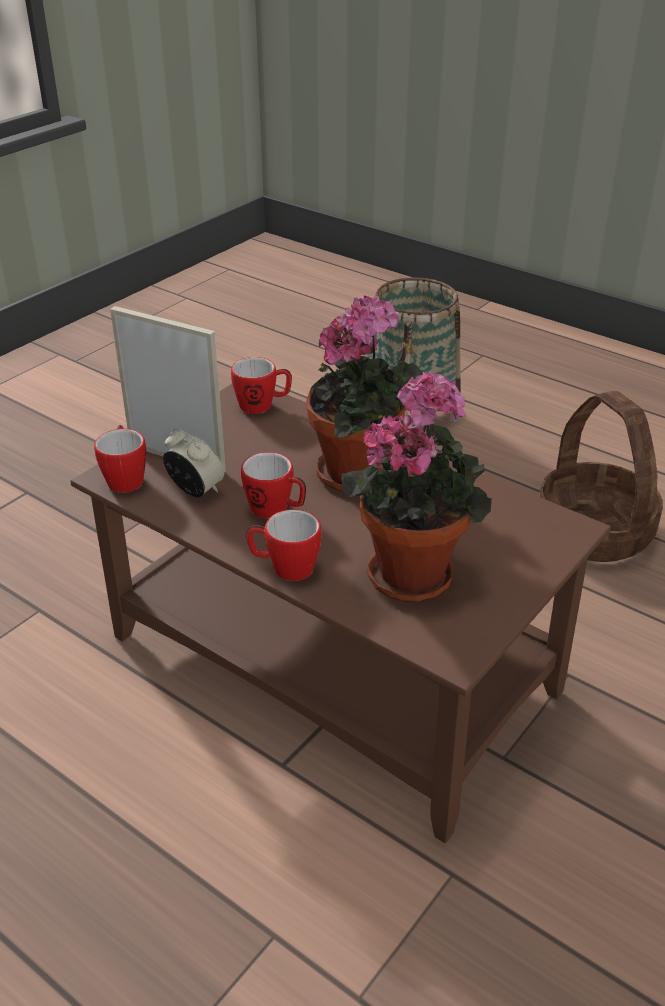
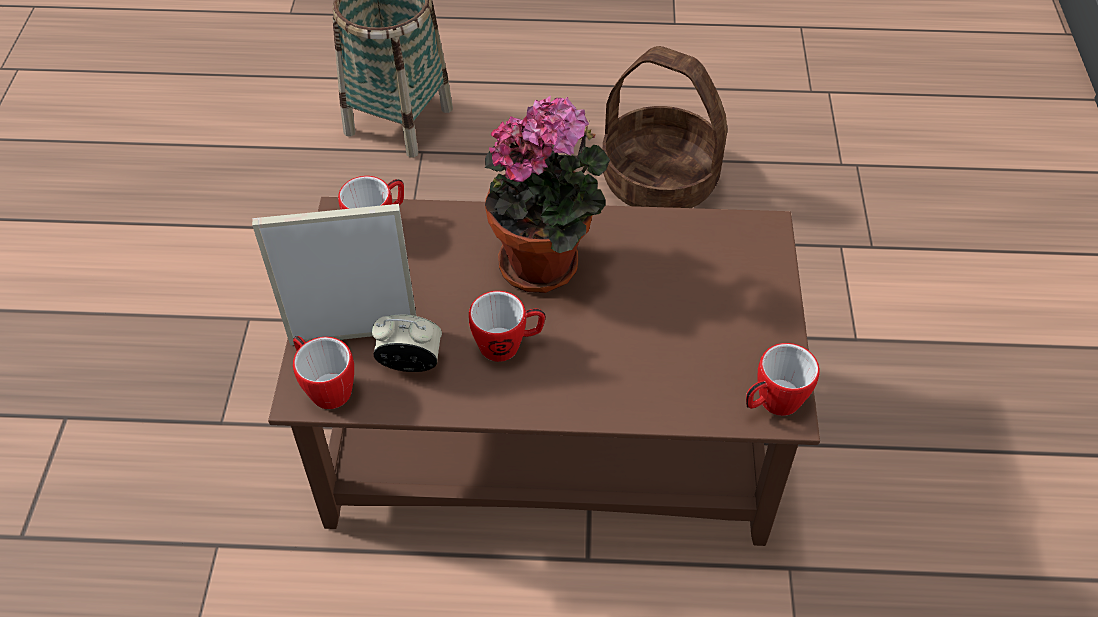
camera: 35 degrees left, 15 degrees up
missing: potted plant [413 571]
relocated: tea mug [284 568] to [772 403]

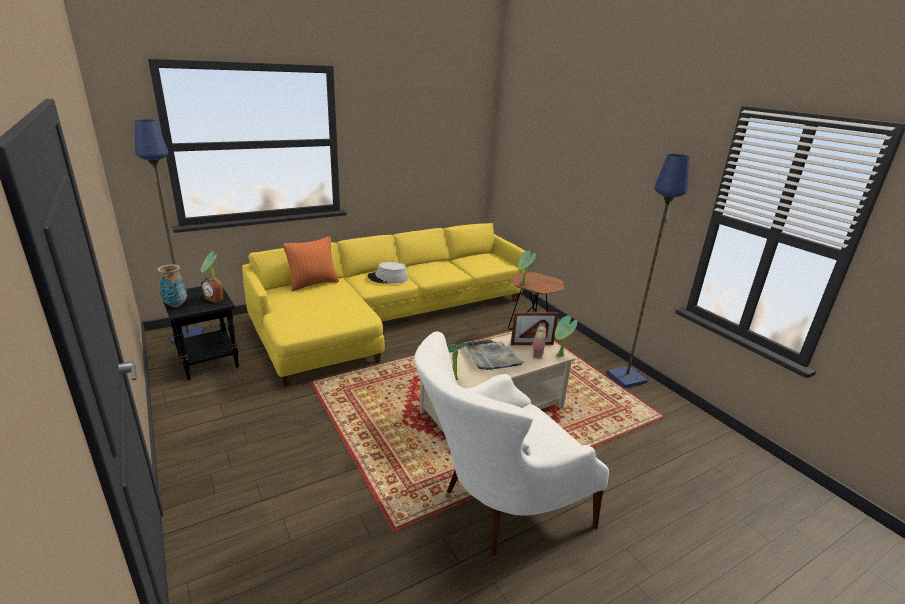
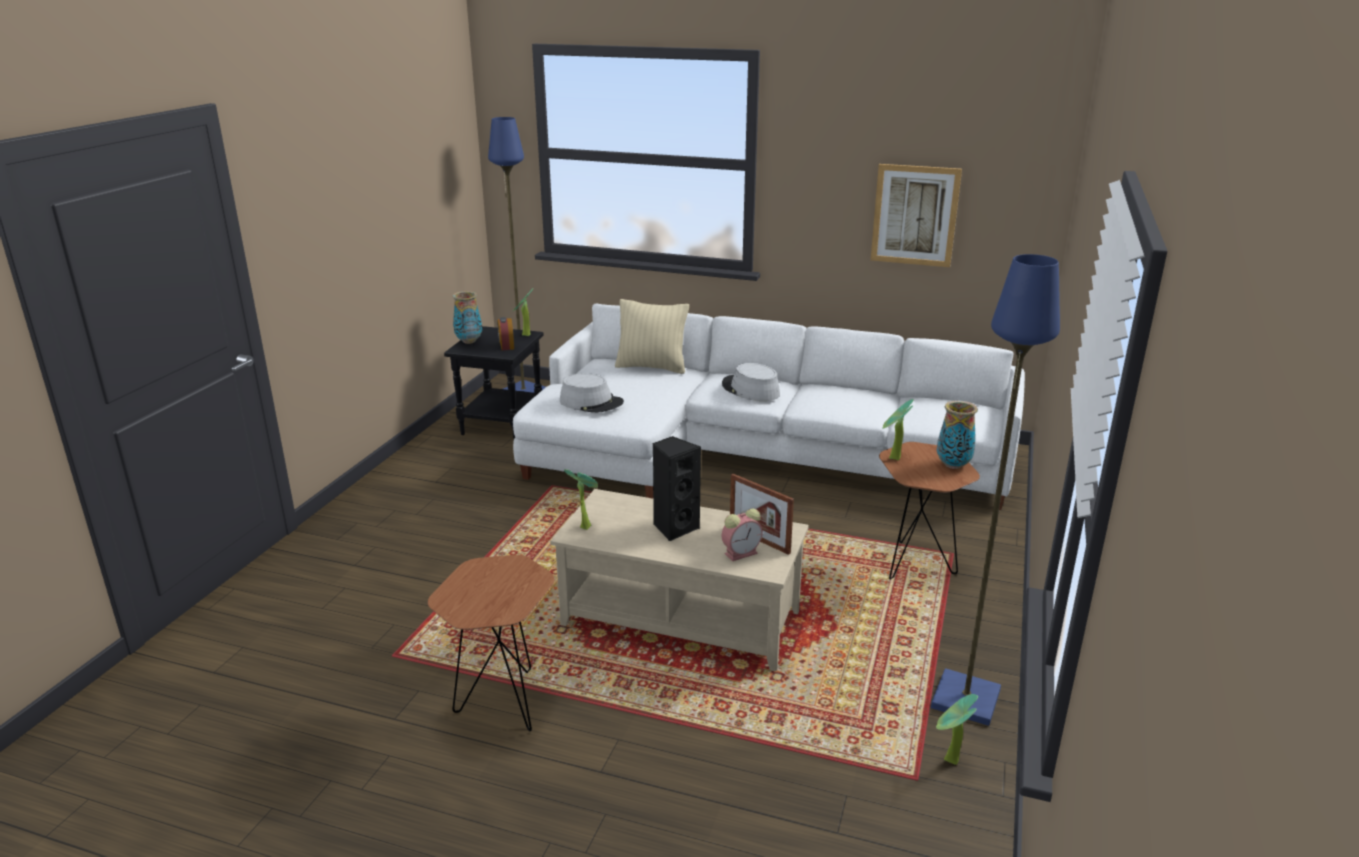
camera: 50 degrees right, 0 degrees up
appeared: greyish wearable hat [591 402]; wall picture [915 215]; vase [953 465]
relocated: potted plant [560 356] to [949 762]
exchanged: white-coloured lounge chair [497 508] to brownish accent table [503 706]; greyish tray [491 357] to black-coloured loudspeaker [674 528]
colour: yellow sofa [384 319] to white-coloured sofa [747 454]; orange cushion [313 284] to sand-coloured cushion [652 367]

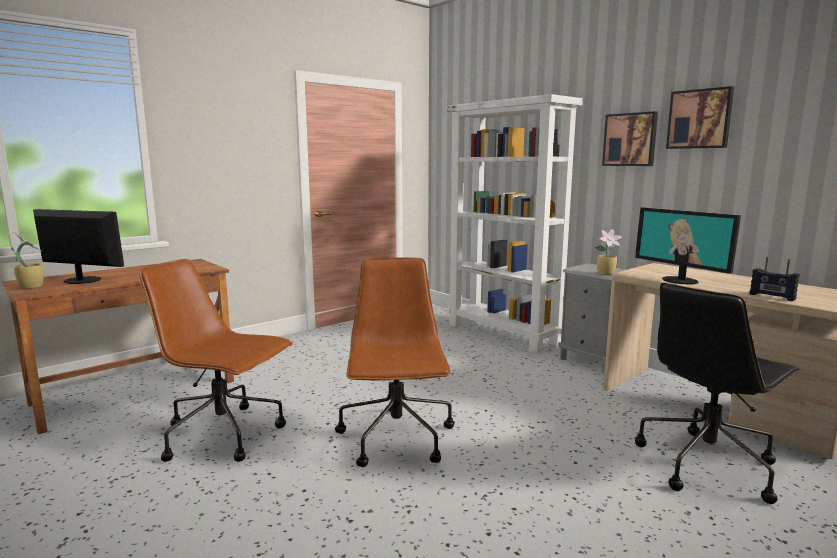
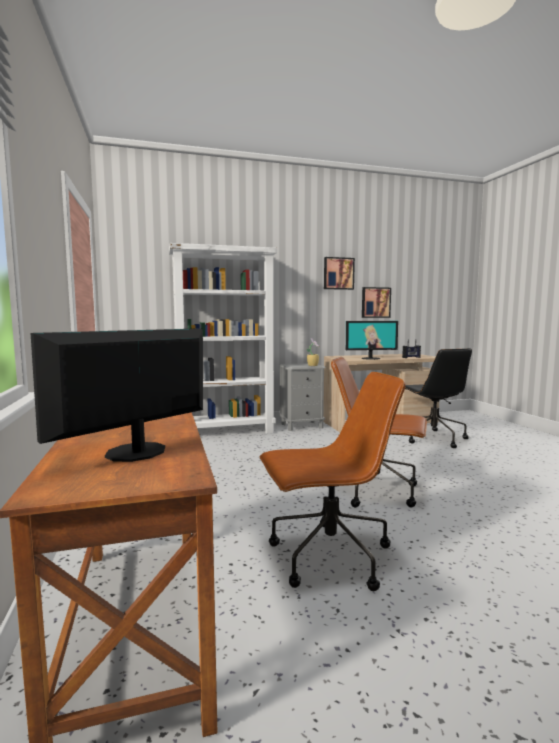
camera: 65 degrees left, 5 degrees down
missing: potted plant [31 286]
relocated: wall picture [630 139] to [375 302]
spun: brownish computer chair [224 435] = [328 557] 150 degrees counterclockwise

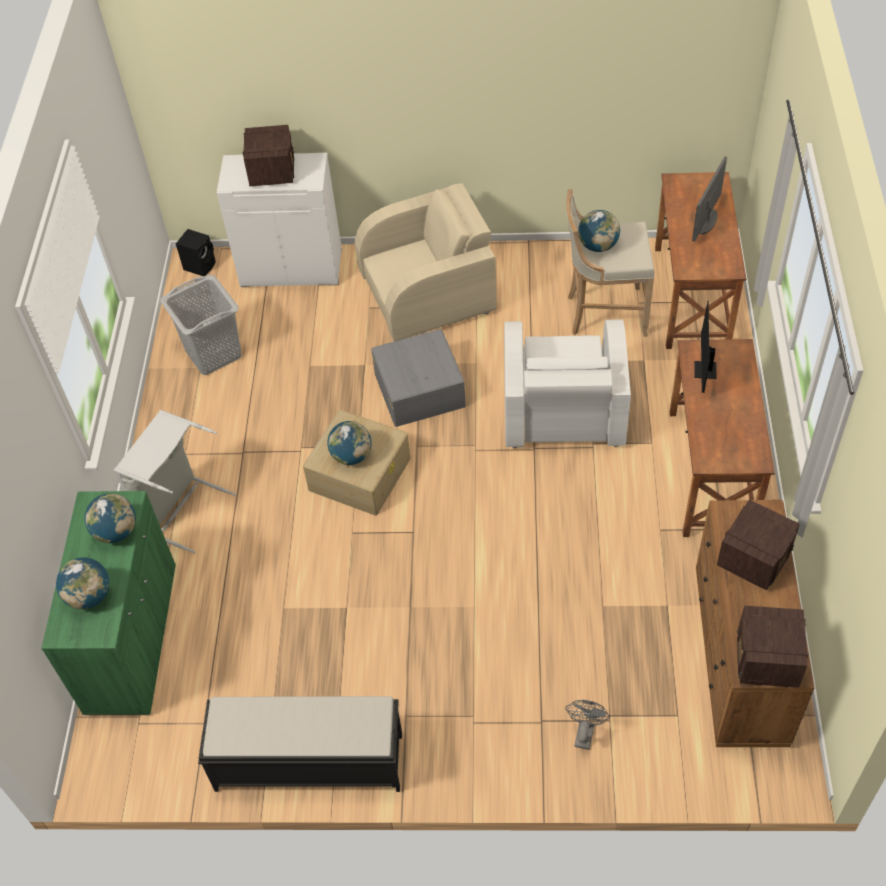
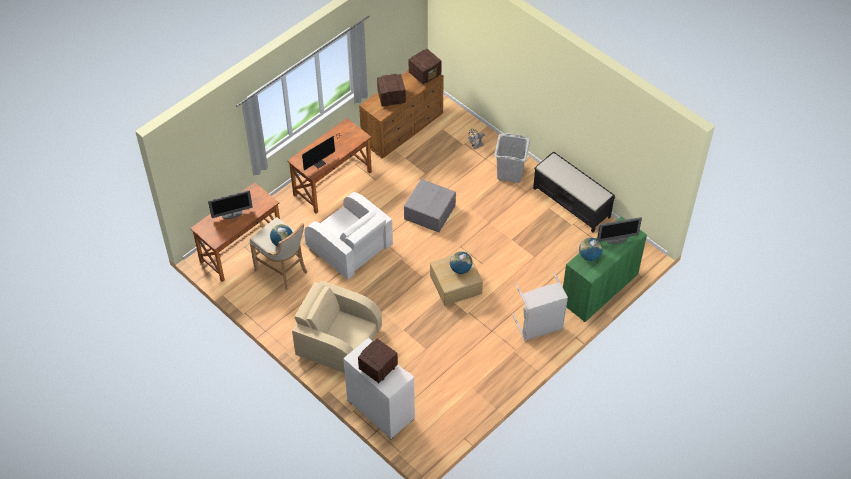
camera: 140 degrees left, 0 degrees up
missing: black-coloured loudspeaker [200 265]
relocated: greyish storage container [419 389] to [429 212]; greyish laundry basket [214 353] to [510 173]
exchanged: world globe [89 596] to computer screen [617 239]
spun: white-coloured lounge chair [563 406] = [350 247] 90 degrees clockwise

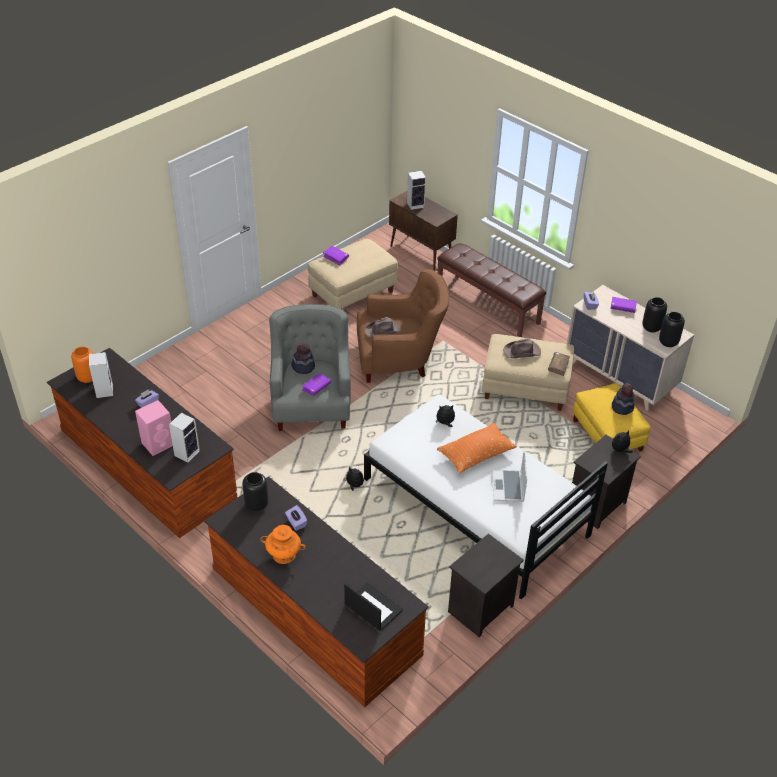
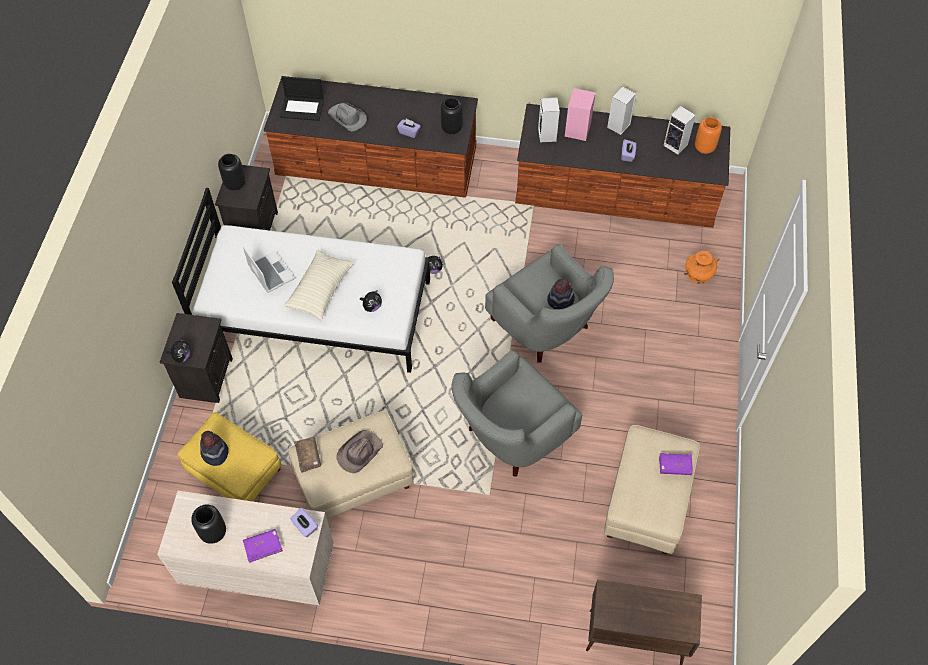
camera: 145 degrees right, 15 degrees up
missing: purple-coloured book [316 387]; brownish wearable hat [383 330]; brownish long seat [488 305]
appeared: greyish wearable hat [347 118]
relocated: black-coloured vase [668 342] to [234 184]; loudspeaker [416 204] to [618 126]; orange vase [283 554] to [698 275]
colour: orange cushion [476 455] to sand-coloured cushion [320 290]; brownish lounge chair [400 360] to greyish lounge chair [511 436]

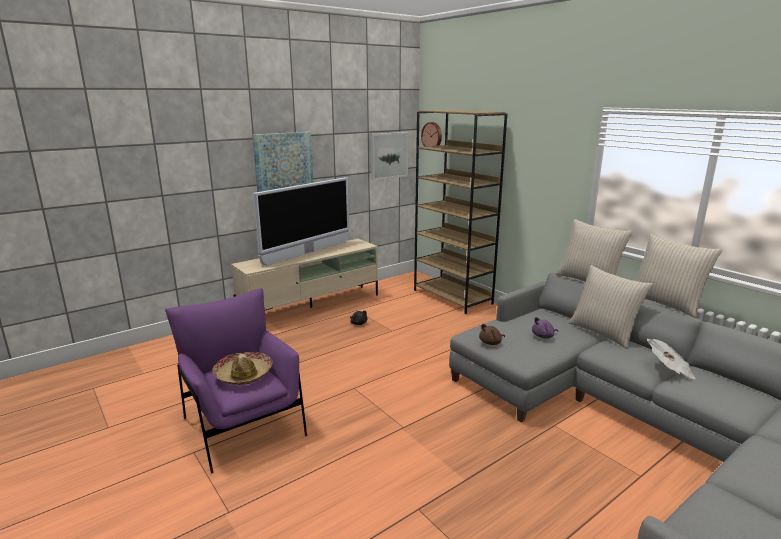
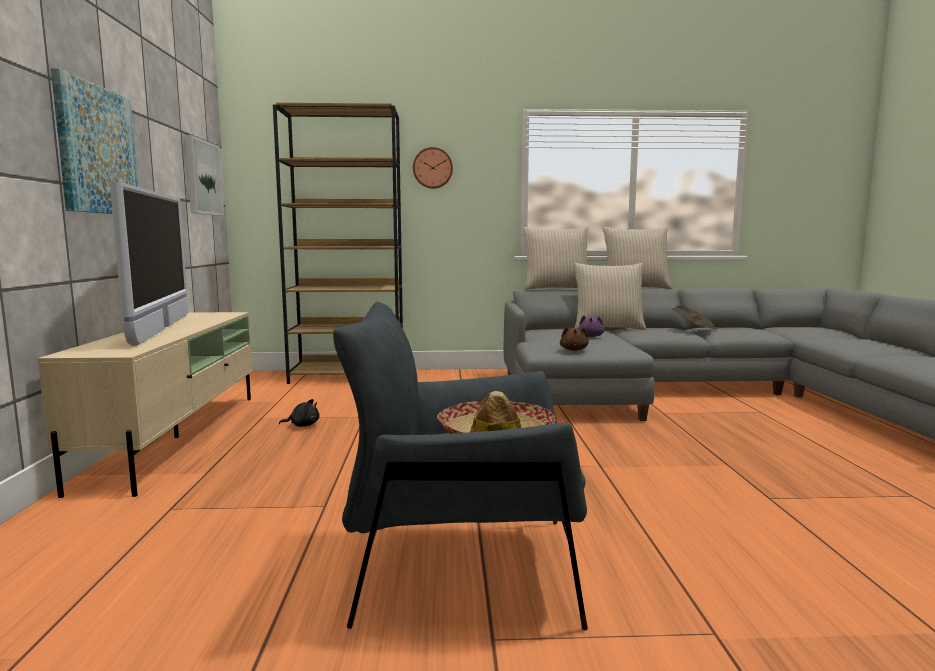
camera: 55 degrees left, 10 degrees down
relocated: wall clock [432 136] to [432 168]
colour: purple-coloured lounge chair [243 426] to greyish lounge chair [464 567]

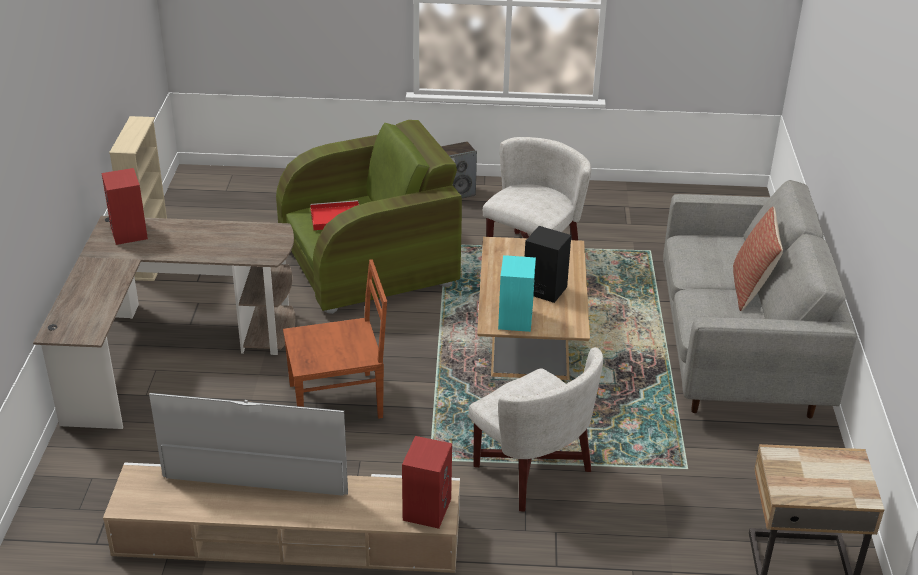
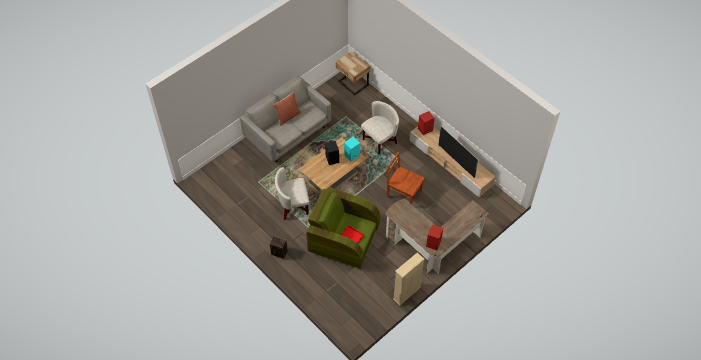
camera: 135 degrees left, 20 degrees up
spun: white-coloured lounge chair [532 470] = [380 140] 45 degrees clockwise

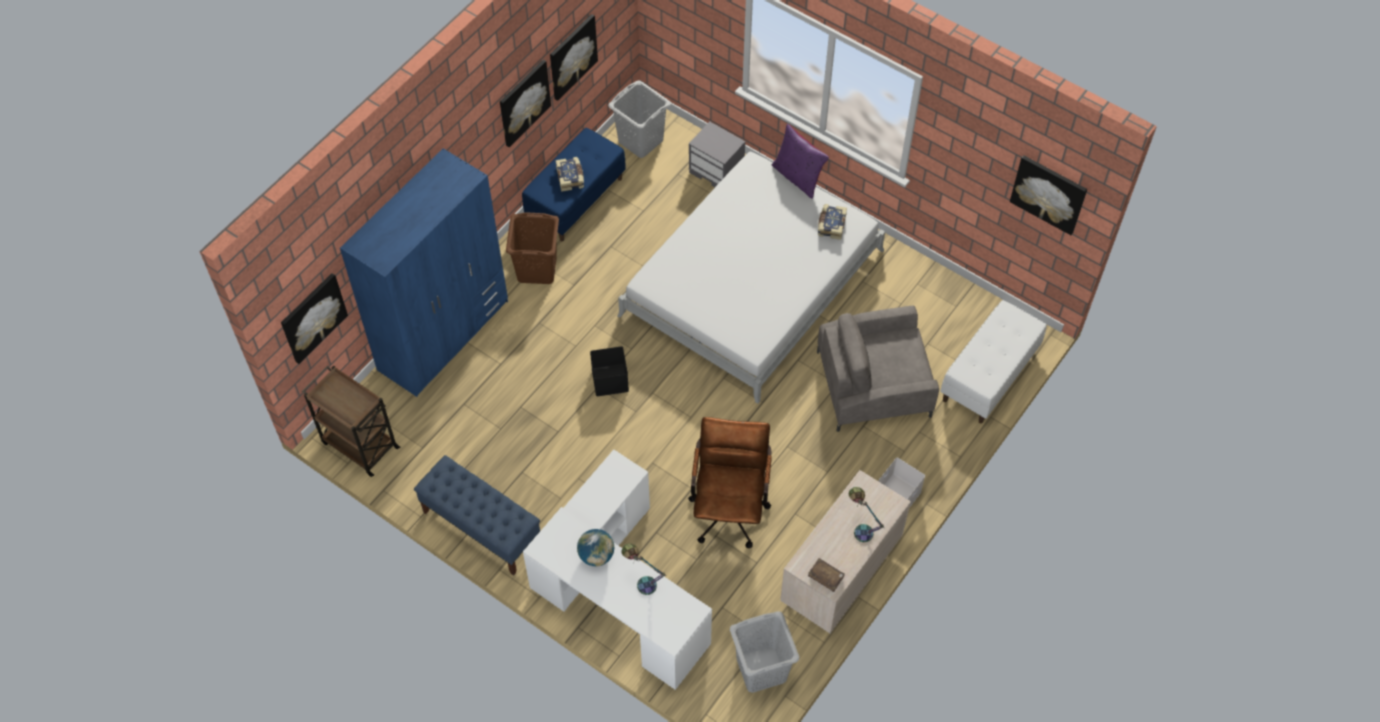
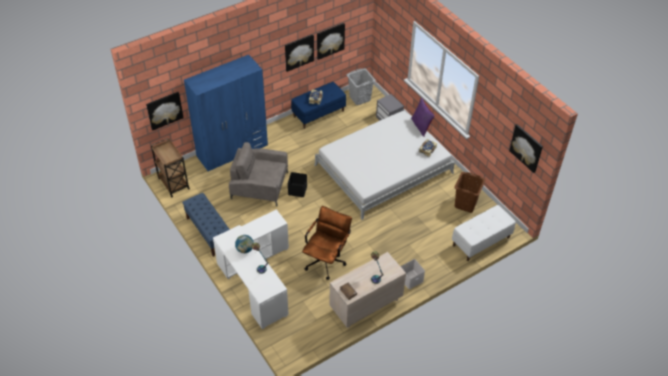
camera: 20 degrees right, 10 degrees down
missing: greyish laundry basket [761 669]
relocated: greyish lounge chair [874 384] to [260 185]; brownish laundry basket [536 269] to [465 204]

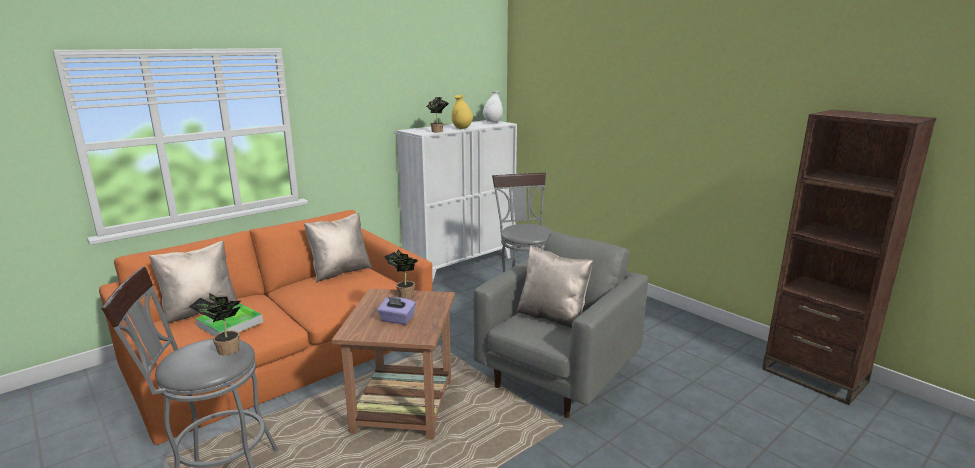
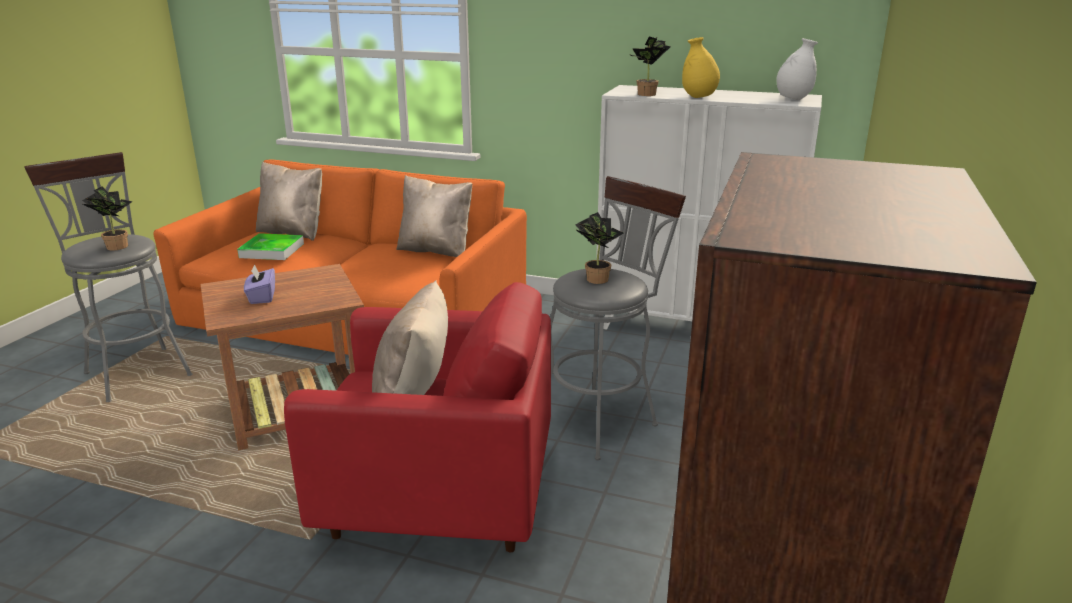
camera: 60 degrees right, 5 degrees up
relocated: potted plant [403 294] to [596 278]
colour: greyish lounge chair [558 376] to reddish lounge chair [437 502]

